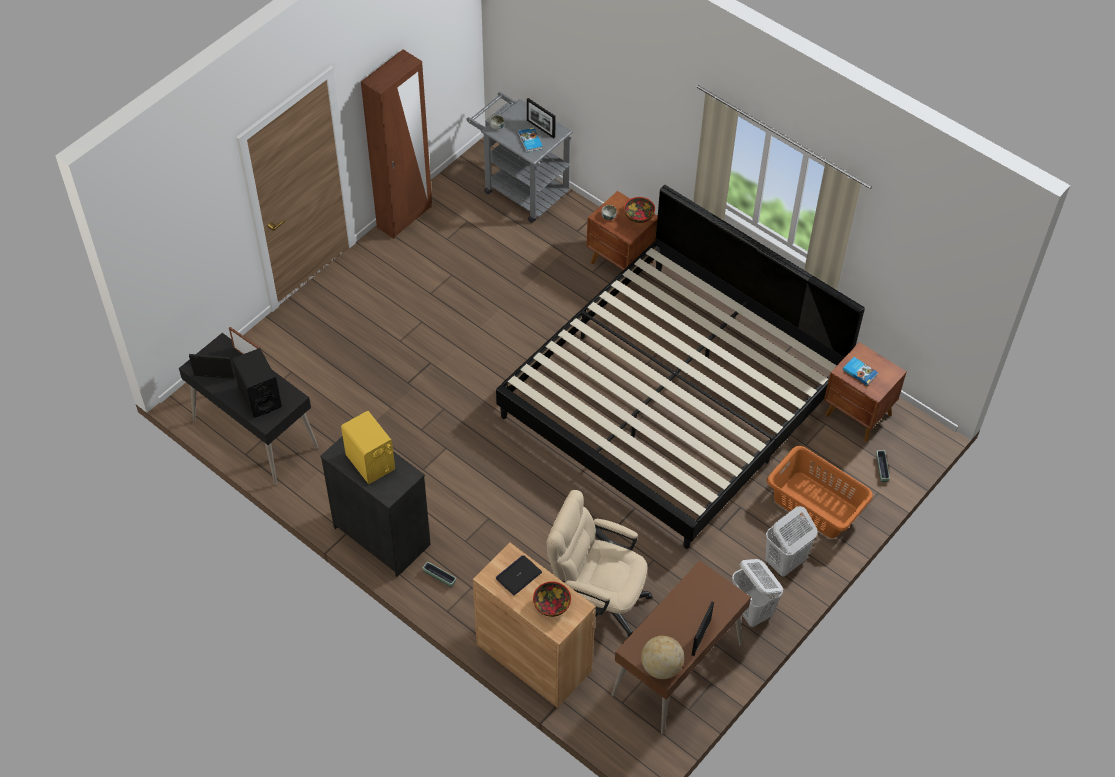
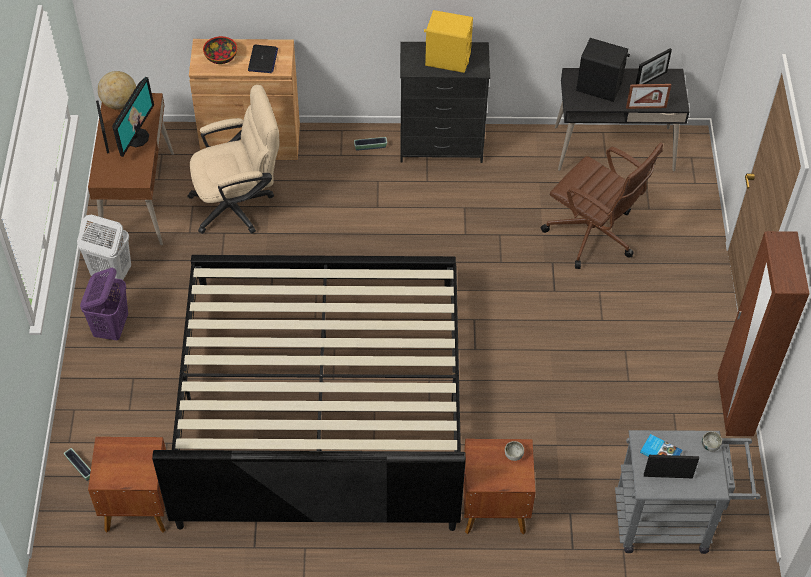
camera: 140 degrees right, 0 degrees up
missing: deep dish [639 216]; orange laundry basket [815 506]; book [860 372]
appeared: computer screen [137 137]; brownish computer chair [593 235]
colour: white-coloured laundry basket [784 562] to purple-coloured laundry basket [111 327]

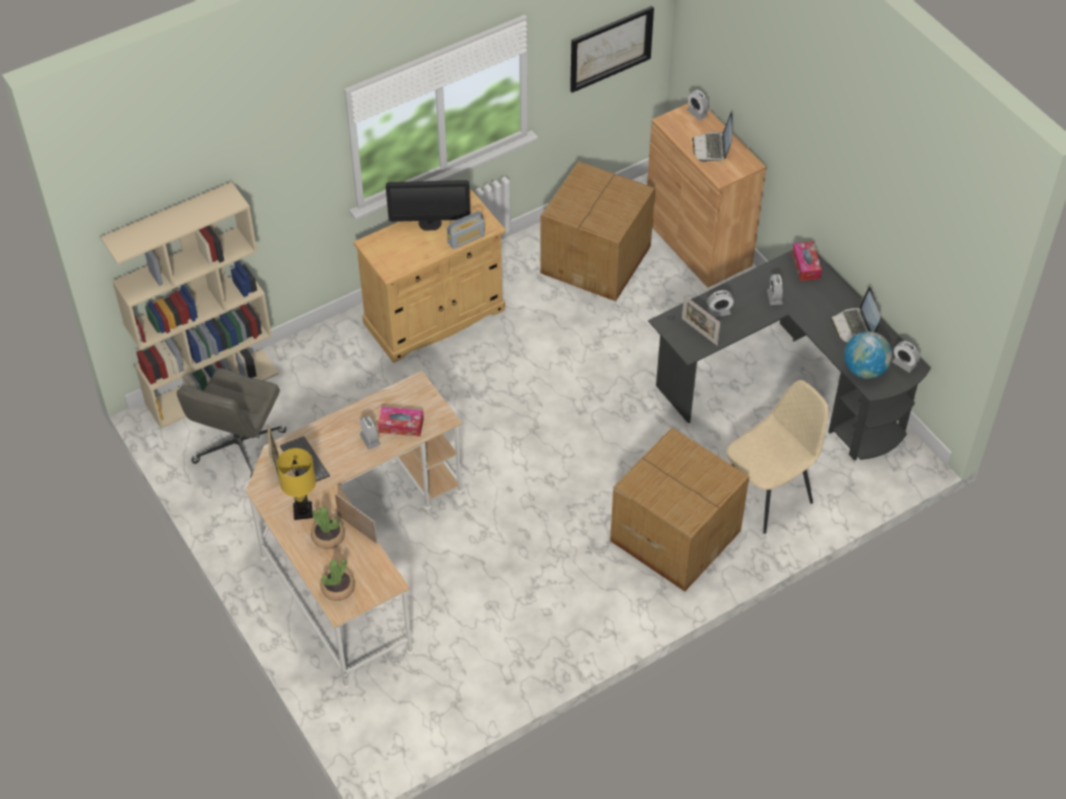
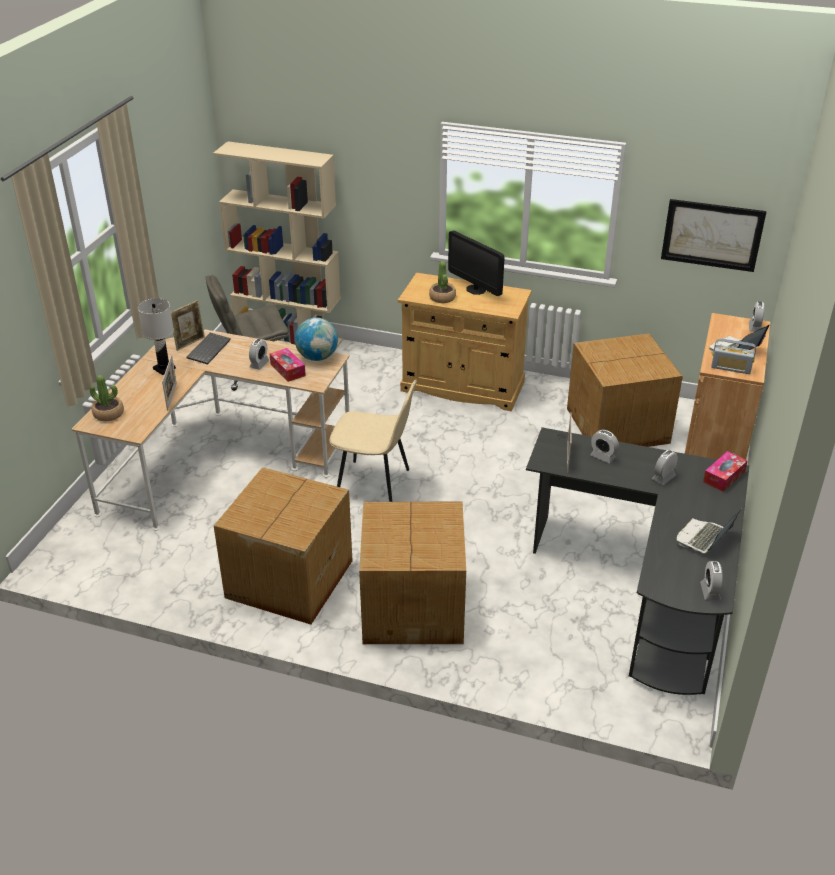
camera: 50 degrees right, 15 degrees down
appeared: cardboard box [287 579]
relocated: world globe [864 369] to [317 357]; sand-coloured plain chair [767 493] to [375 485]; potted plant [328 537] to [442 298]; radio set [466 239] to [731 368]
colour: yellow tabletop lamp [303 511] to white-coloured tabletop lamp [164 369]

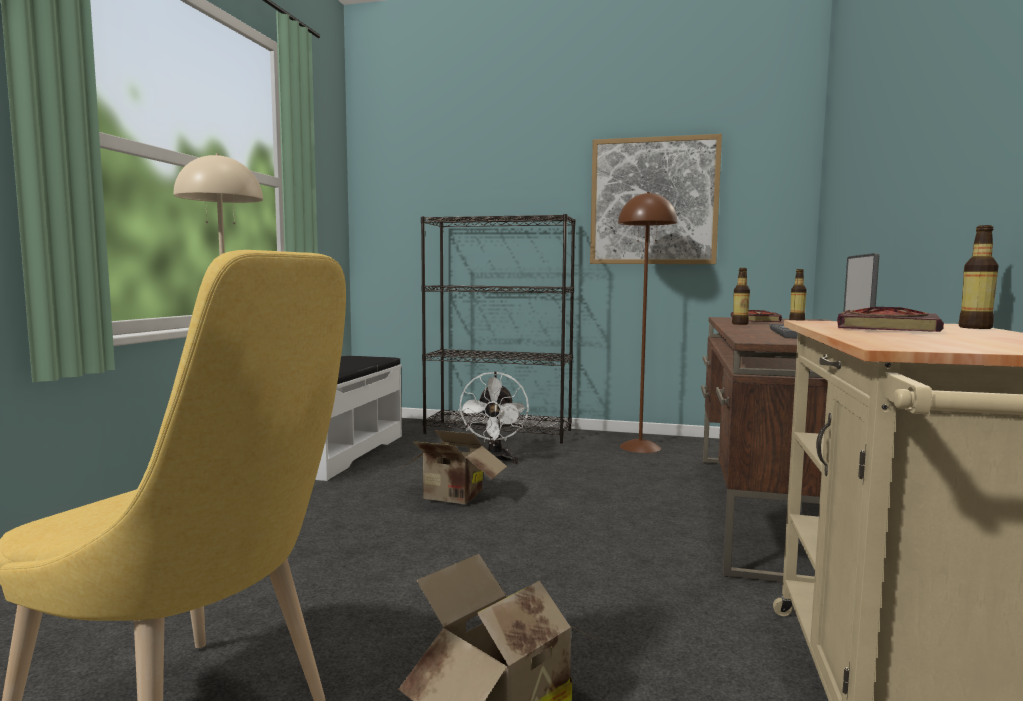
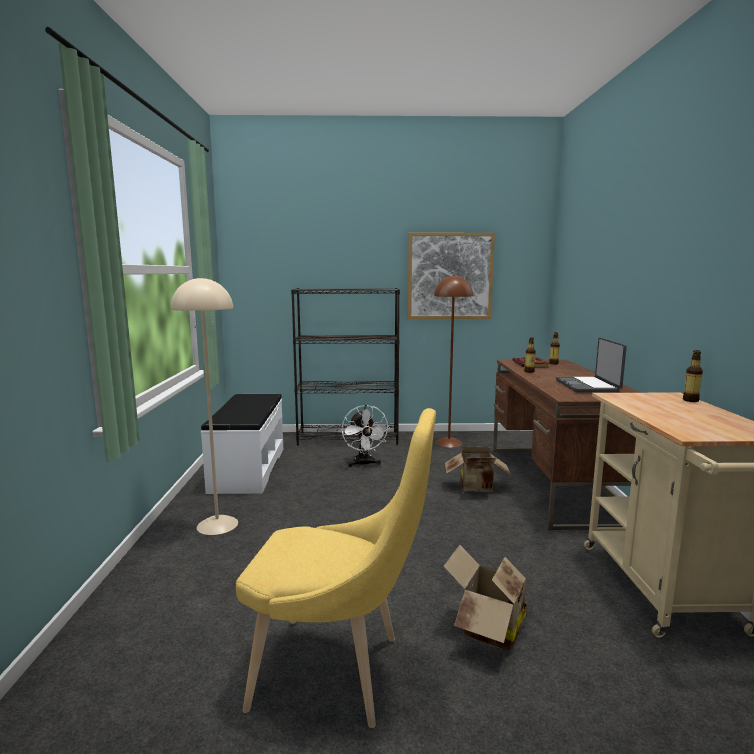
camera: 15 degrees left, 5 degrees up
missing: book [886 327]
relocated: cardboard box [452 498] to [477 488]

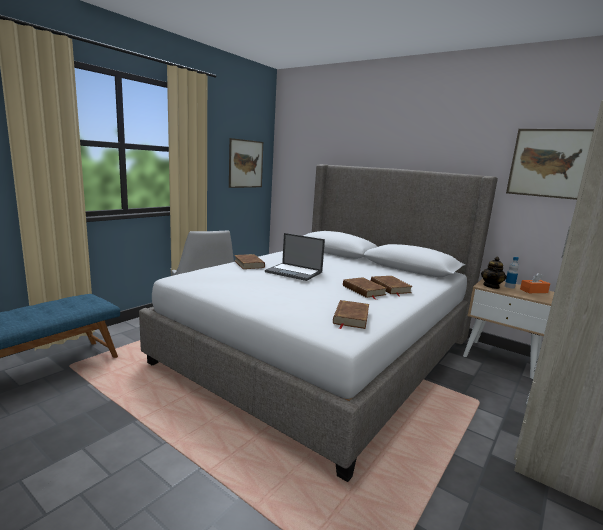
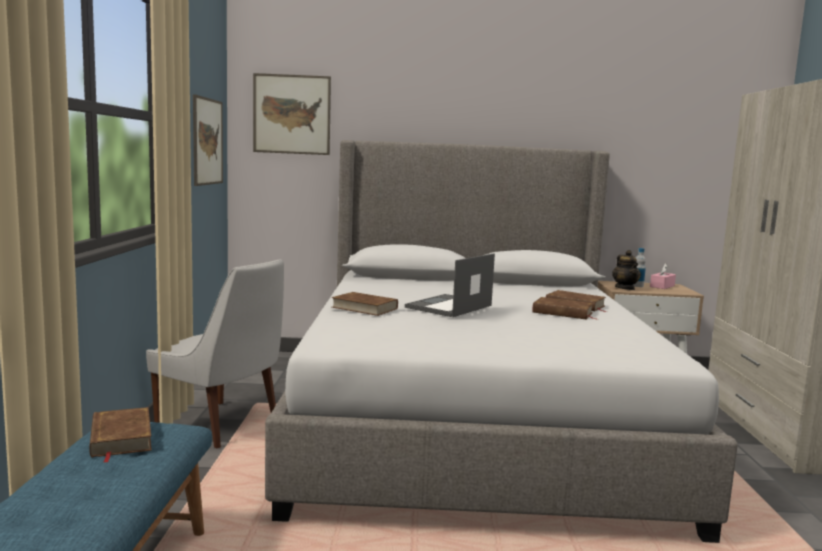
camera: 35 degrees left, 5 degrees down
relocated: brownish book [350 317] to [120 438]; wall picture [548 163] to [292 114]
colour: orange tissue box [533 291] to pink tissue box [662 286]
spun: laptop [294 272] = [448 307] 135 degrees clockwise

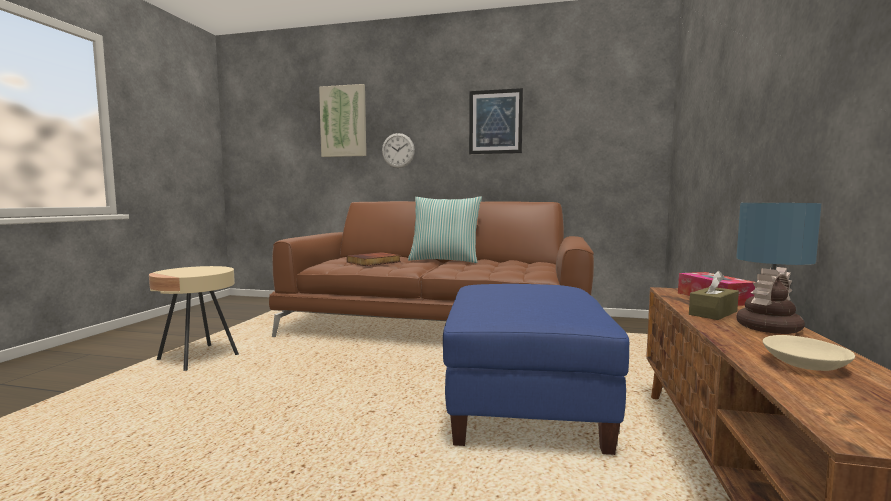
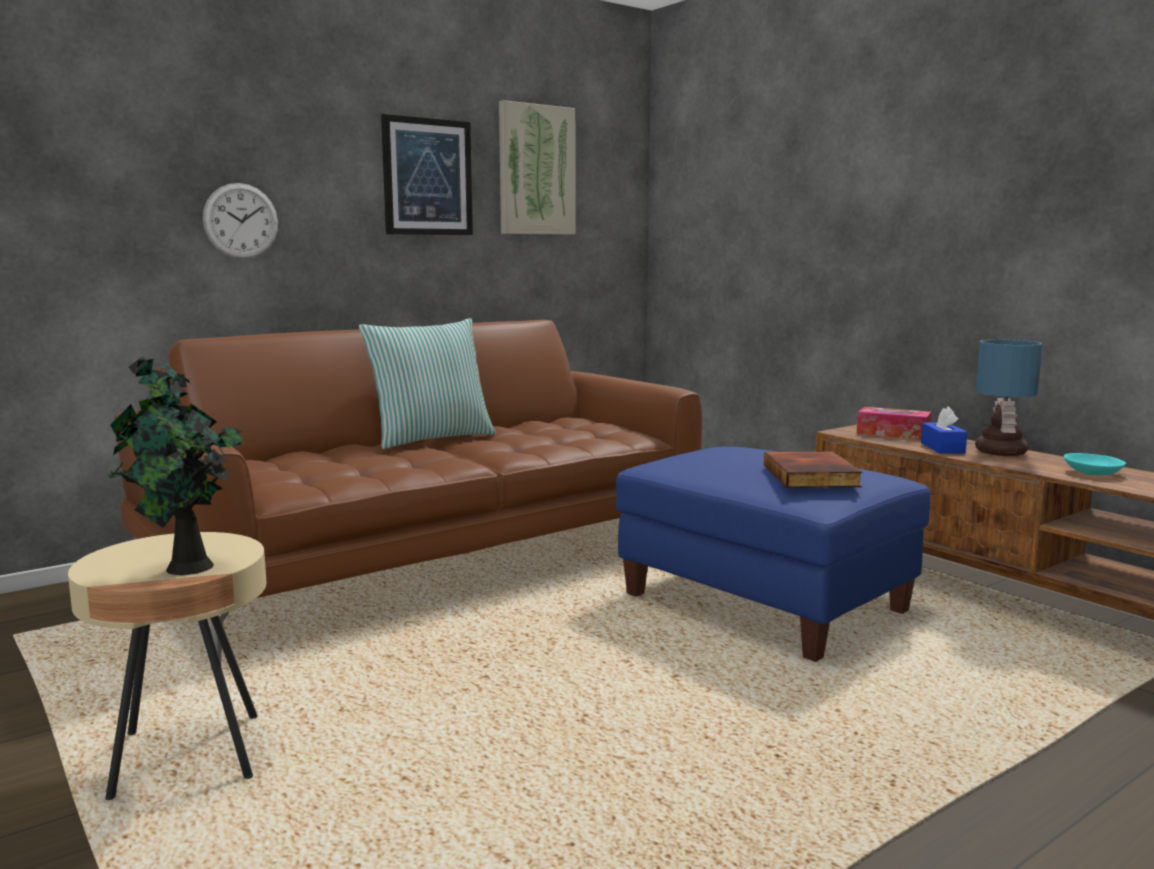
camera: 50 degrees left, 5 degrees up
appeared: potted plant [186 569]
relocated: wall picture [343 121] to [536 170]; book [374 262] to [813 476]
colour: brownish tissue box [713 313] to blue tissue box [942 448]; sand-coloured deep dish [805 365] to turquoise-coloured deep dish [1093 473]

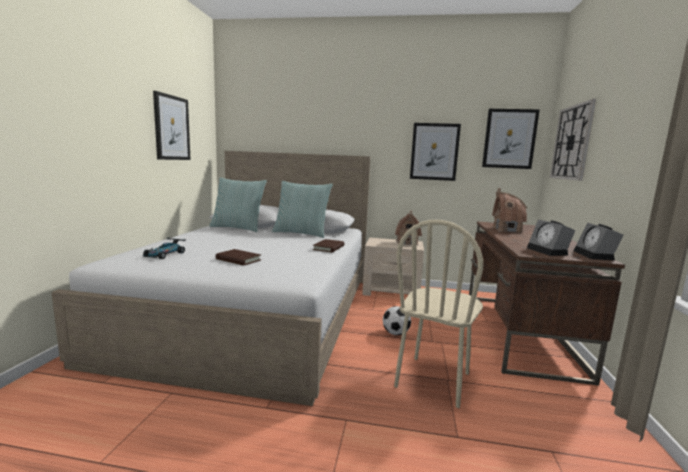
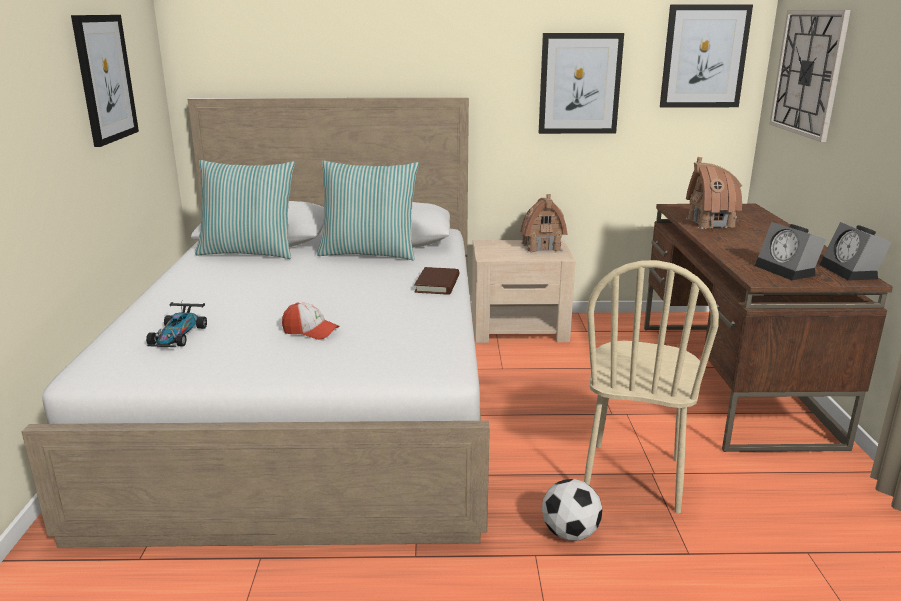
camera: 10 degrees left, 10 degrees up
relocated: football [395 333] to [570 533]
exchanged: brownish book [238 260] to baseball cap [310 331]

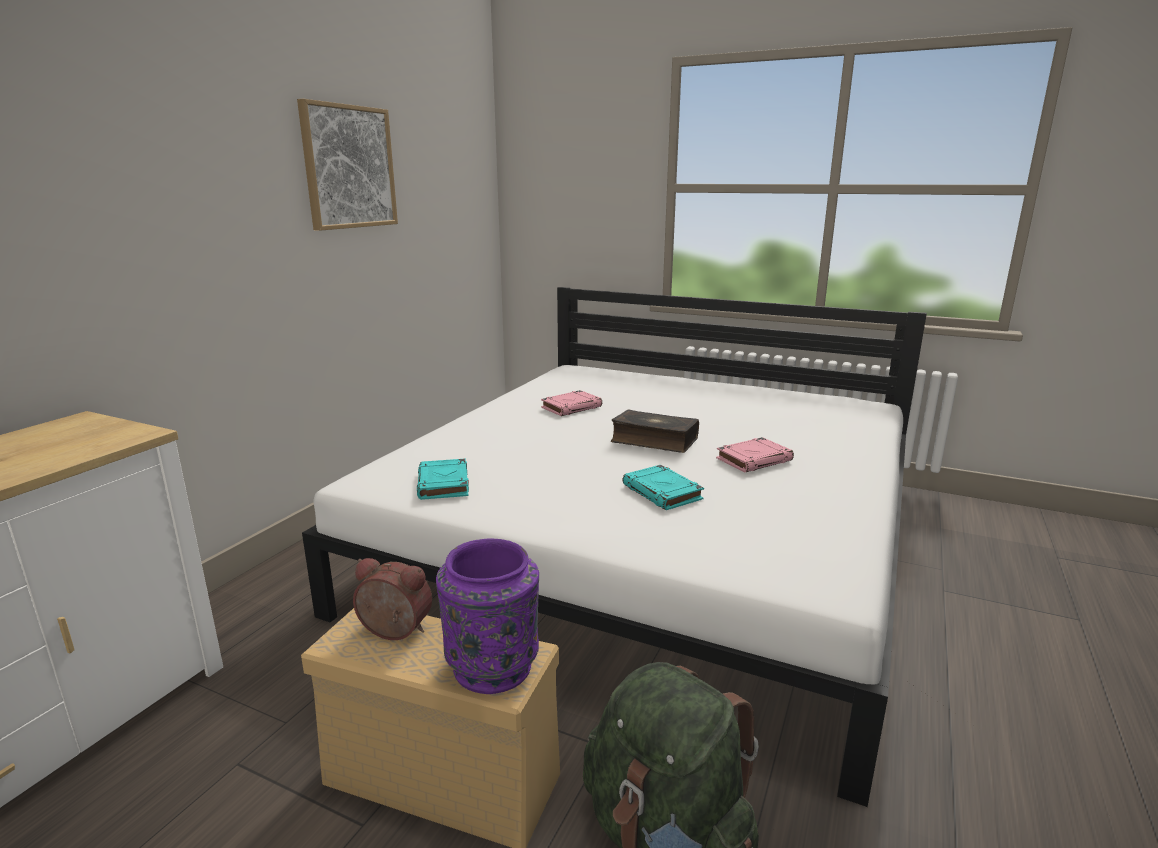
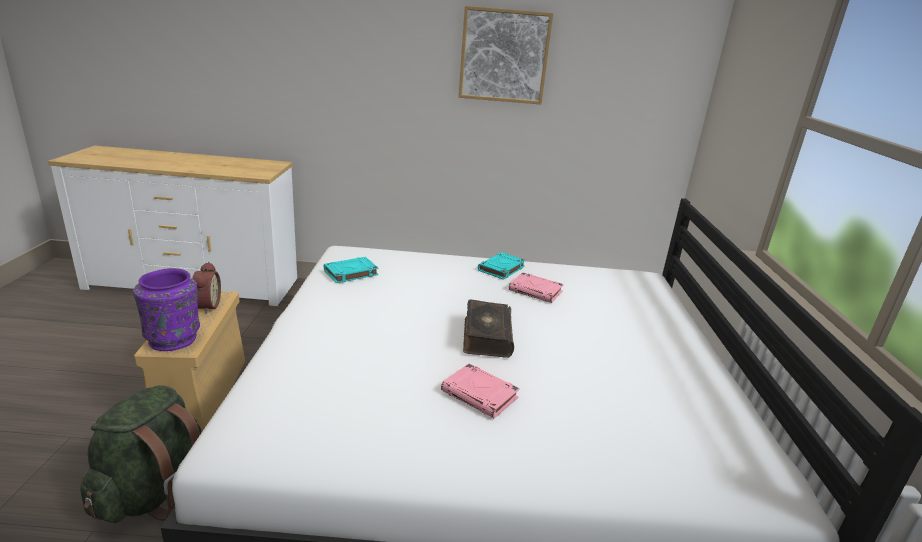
camera: 65 degrees right, 5 degrees up
relocated: turquoise-coloured book [663 492] to [501 269]

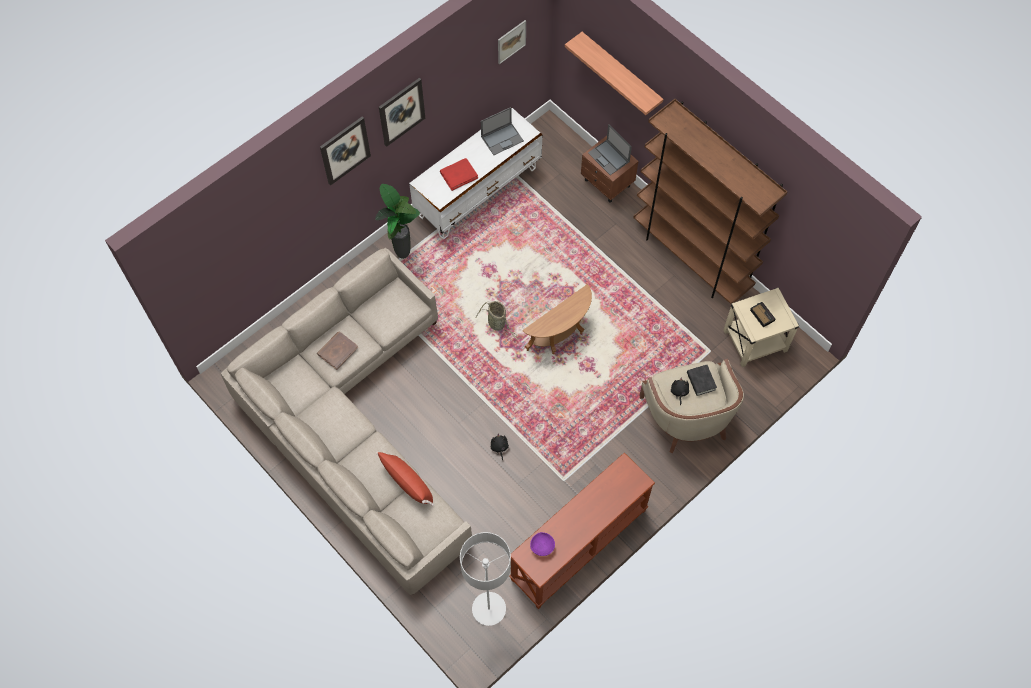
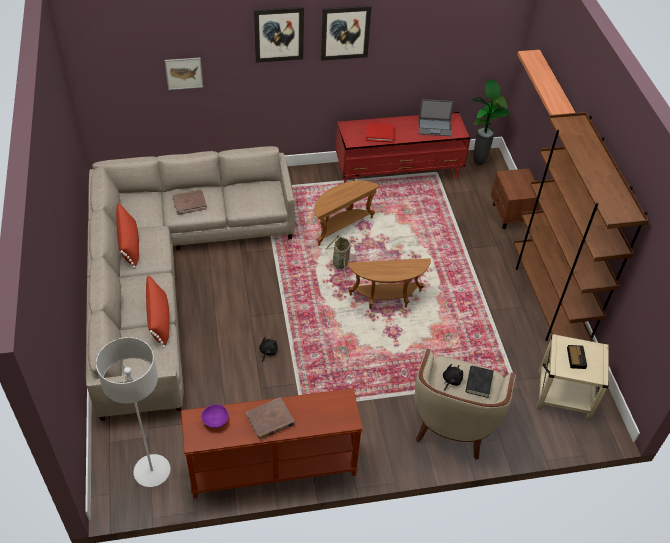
camera: 30 degrees right, 15 degrees down
missing: laptop [609 157]
appeared: reddish cushion [129 244]; brownish book [270 420]; brownish accent table [341 226]
relocated: wall picture [511 41] to [184 73]; potted plant [403 253] to [479 162]
colour: white-coloured tv unit [478 192] to reddish tv unit [398 172]

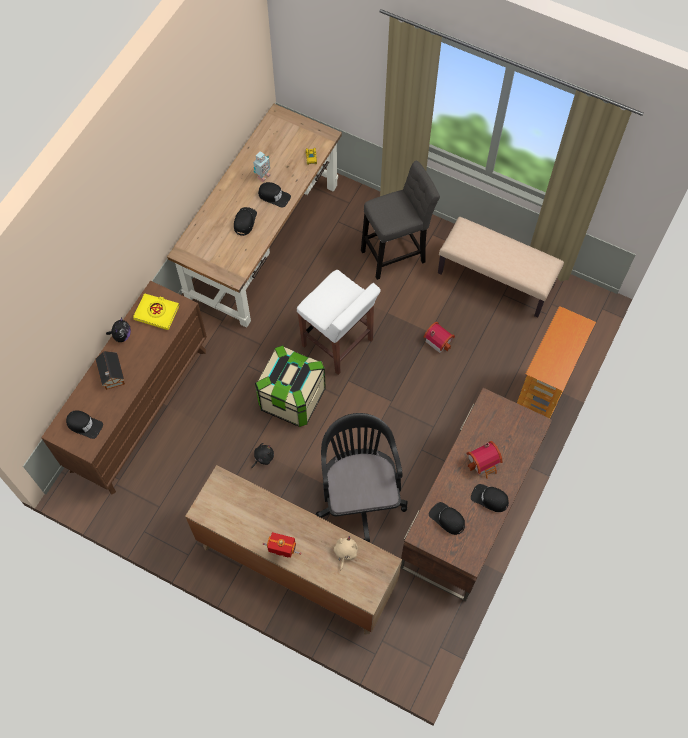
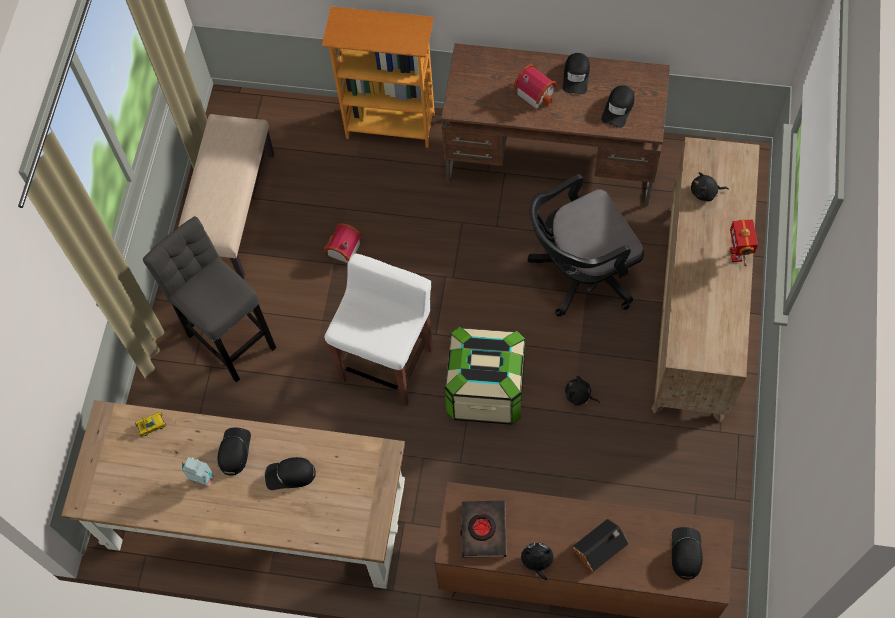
camera: 105 degrees left, 0 degrees up
colour: yellow book [157 313] to black-coloured book [483 530]; sand-coloured soft toy [345 552] to black-coloured soft toy [705 192]

